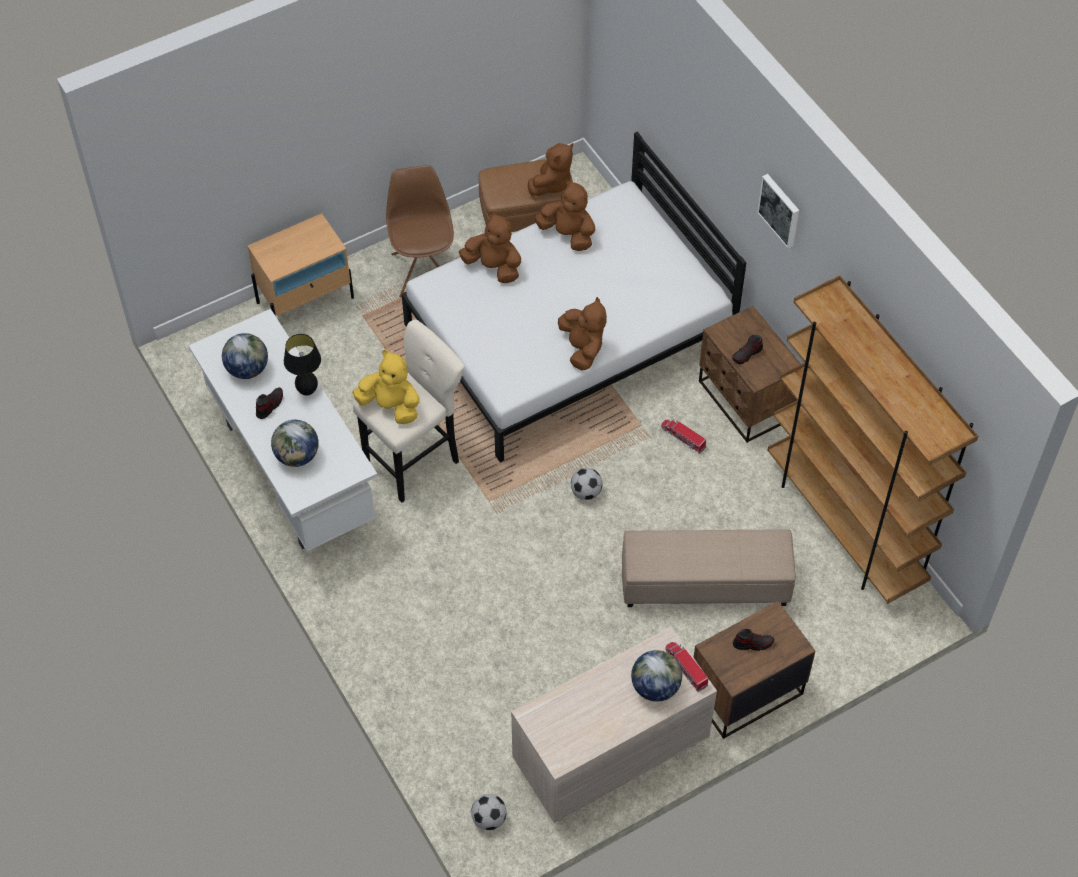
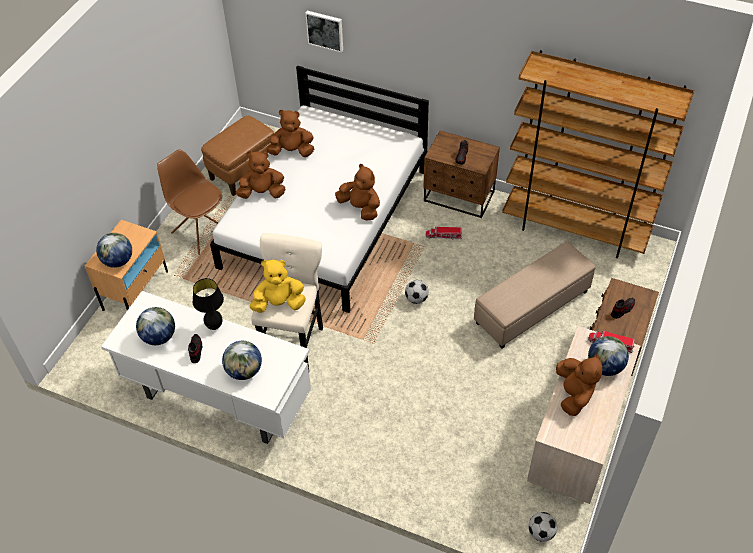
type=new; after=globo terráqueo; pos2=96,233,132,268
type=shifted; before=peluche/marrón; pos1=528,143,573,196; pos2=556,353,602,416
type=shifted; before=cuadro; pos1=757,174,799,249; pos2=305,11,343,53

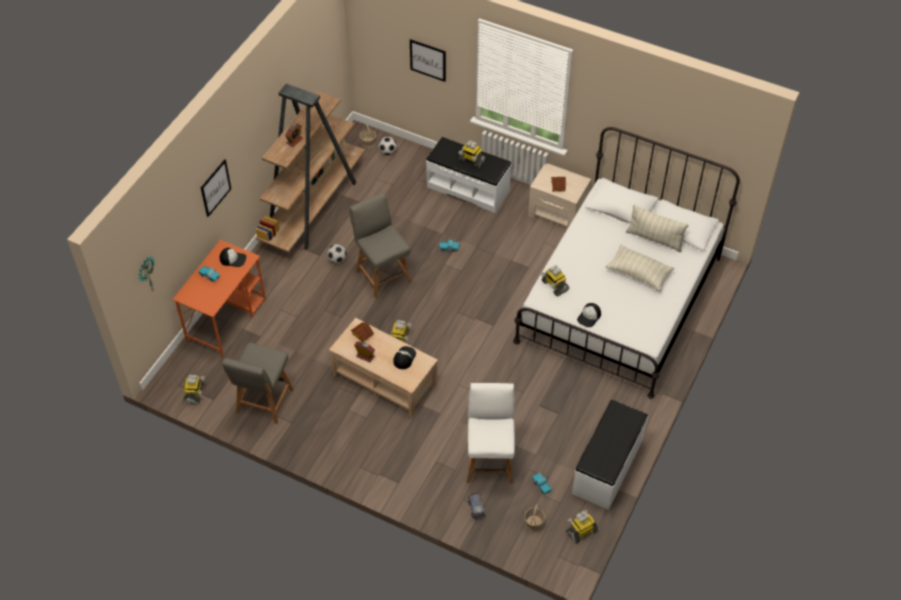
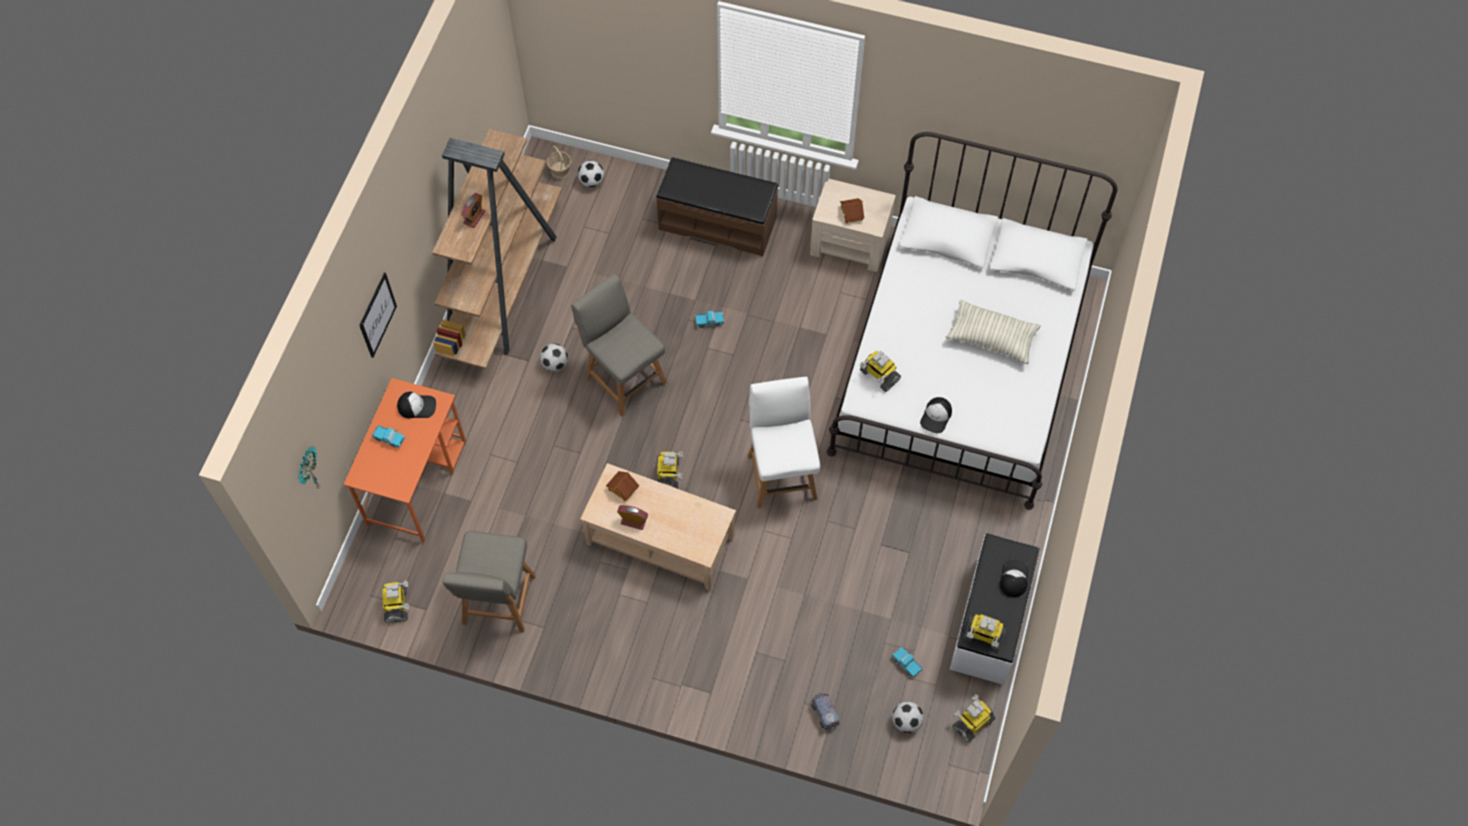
type=gone; before=cuadro; pos1=410,39,446,82
type=gone; before=cojín; pos1=626,205,689,252
type=shifted; before=gorra; pos1=393,346,416,369; pos2=1000,559,1029,597
type=shifted; before=robot de juguete; pos1=459,140,486,168; pos2=963,614,1006,651
type=shifted; before=silla/blanco; pos1=467,383,515,484; pos2=748,377,820,509
type=swapped; before=cesta; after=balón de fútbol; pos1=524,503,545,531; pos2=892,701,924,733
type=repainted; before=banco/blanco; after=banco/marrón; pos1=426,137,511,213; pos2=656,157,778,256

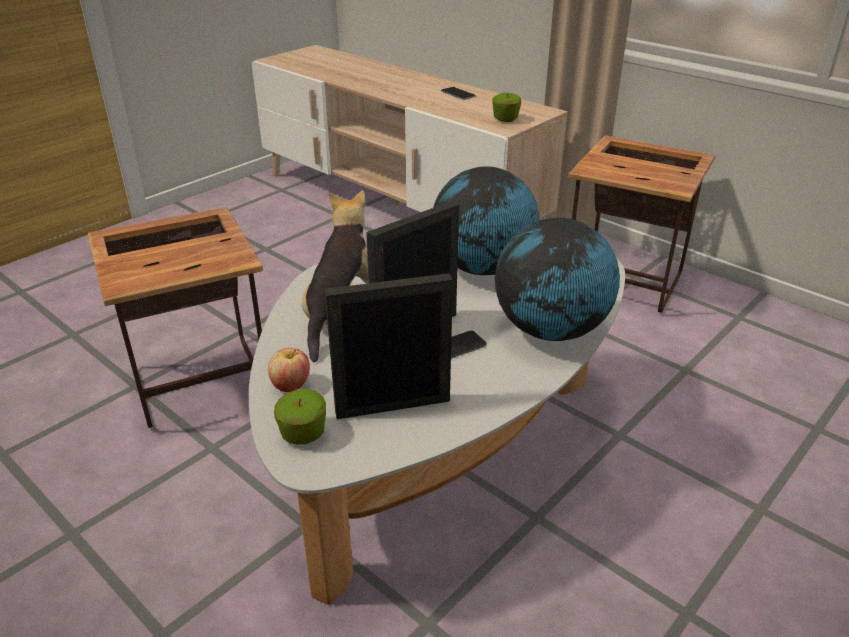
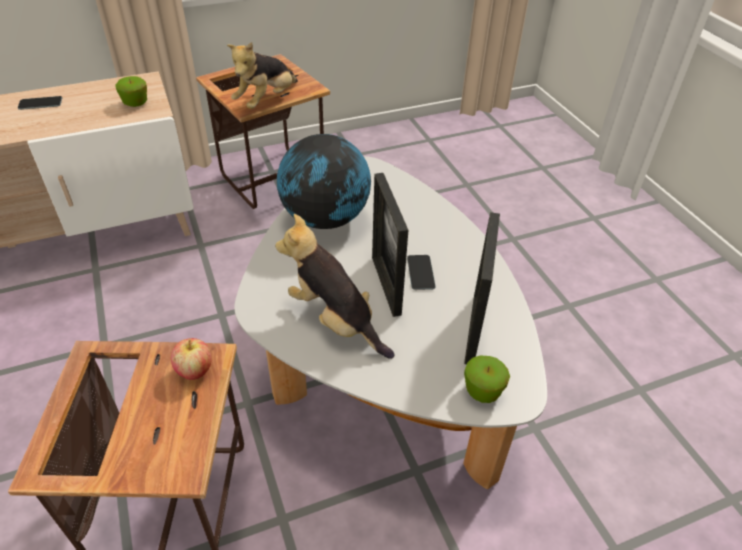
type=gone; before=globo terráqueo; pos1=495,218,620,341
type=new; after=peluche; pos2=227,42,298,109
type=shifted; before=manzana; pos1=268,348,310,392; pos2=171,338,212,380

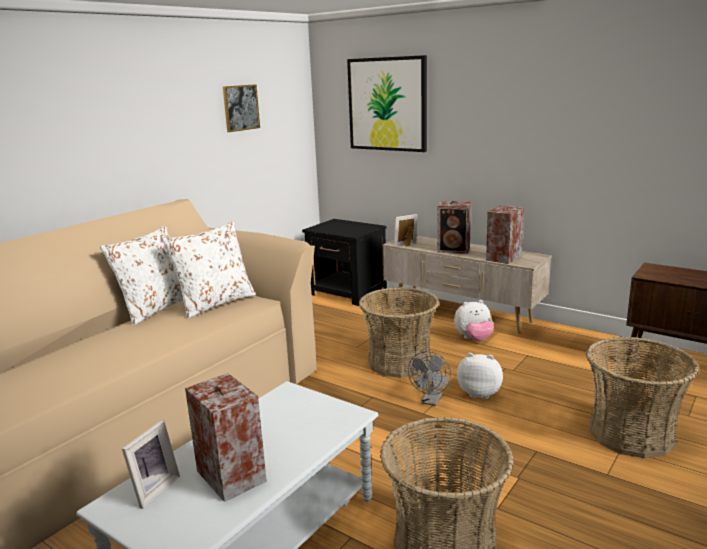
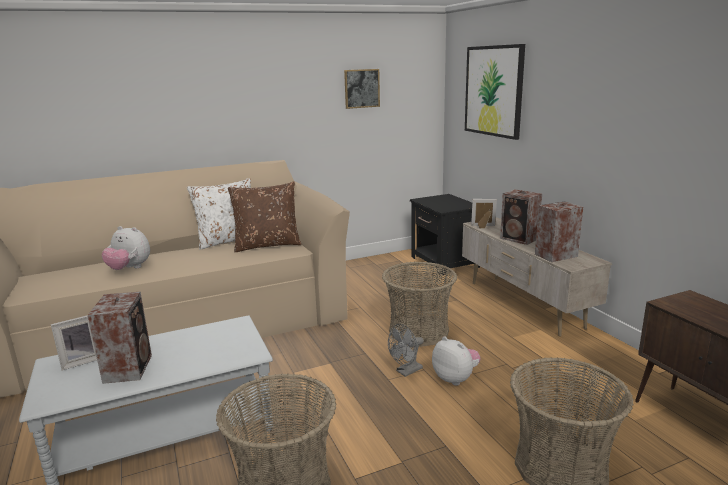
type=shifted; before=peluche; pos1=454,300,494,341; pos2=102,226,150,270
type=repainted; before=cojín/blanco; after=cojín/marrón; pos1=162,221,256,319; pos2=228,181,302,252

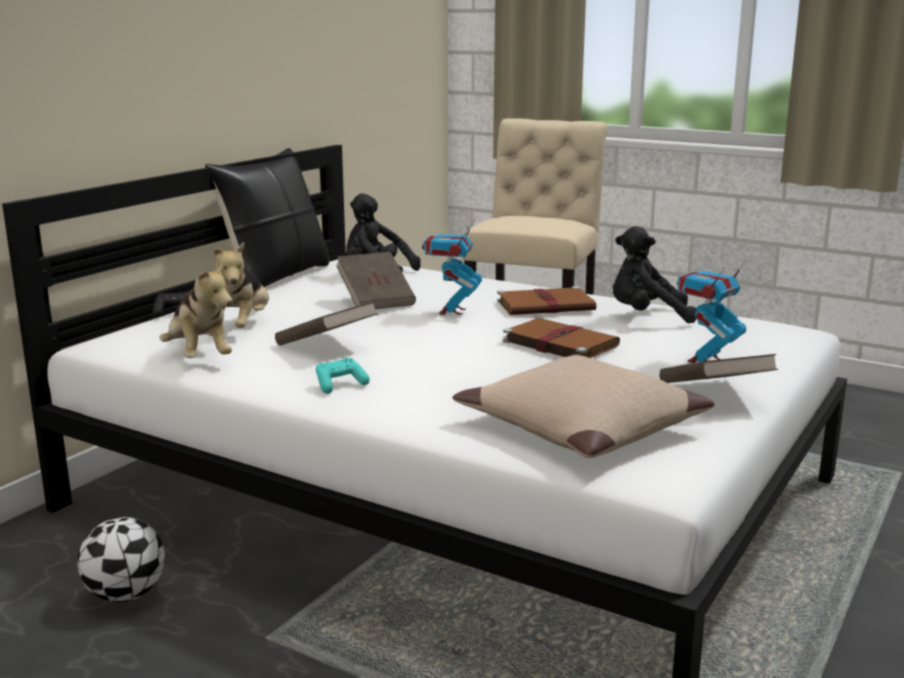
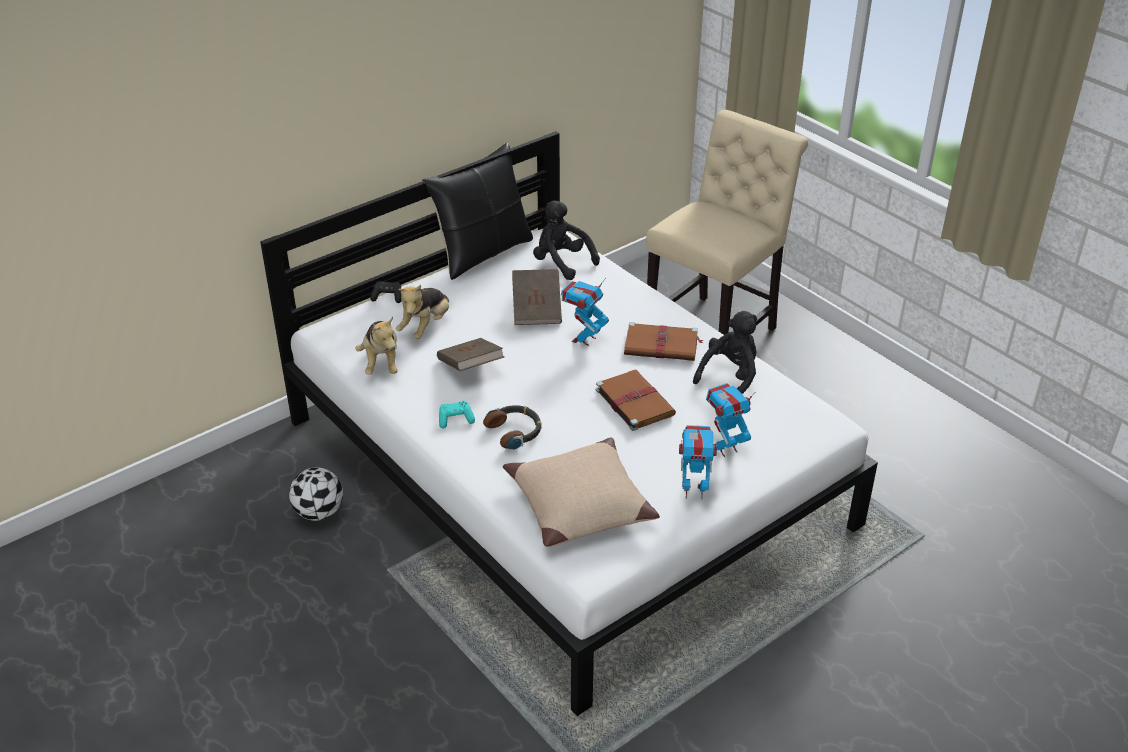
type=new; after=auriculares; pos2=483,405,542,450
type=swapped; before=libro/marrón; after=robot de juguete; pos1=659,354,778,383; pos2=679,425,717,500
type=rotated; before=peluche/negro; pos1=613,226,697,323; pos2=693,311,757,394; turn=105

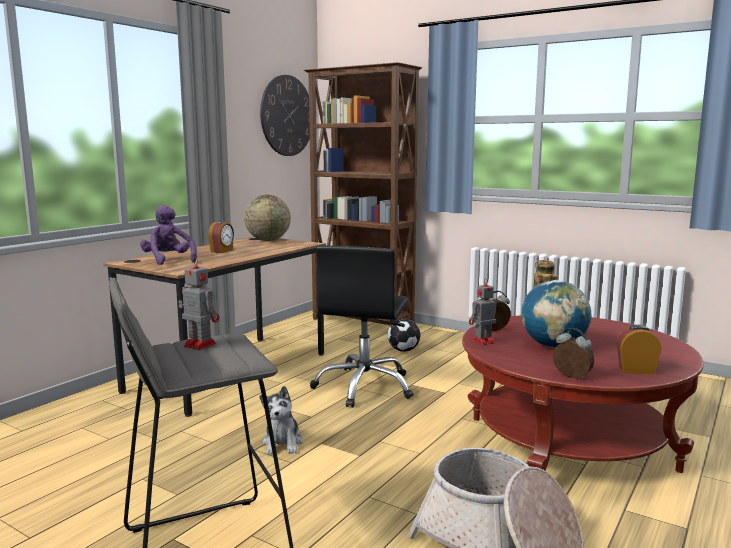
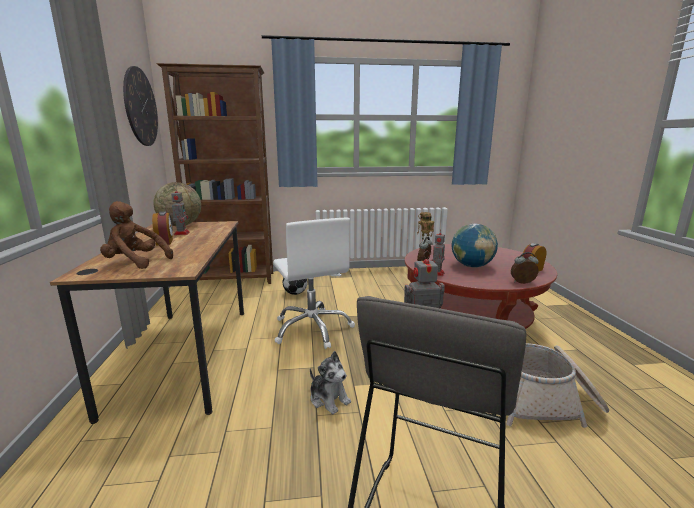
type=new; after=robot de juguete; pos2=171,188,190,235
type=repainted; before=peluche/morado; after=peluche/marrón; pos1=140,205,197,265; pos2=100,201,173,269
type=repainted; before=silla de oficina/negro; after=silla de oficina/blanco; pos1=310,246,414,408; pos2=273,218,355,349

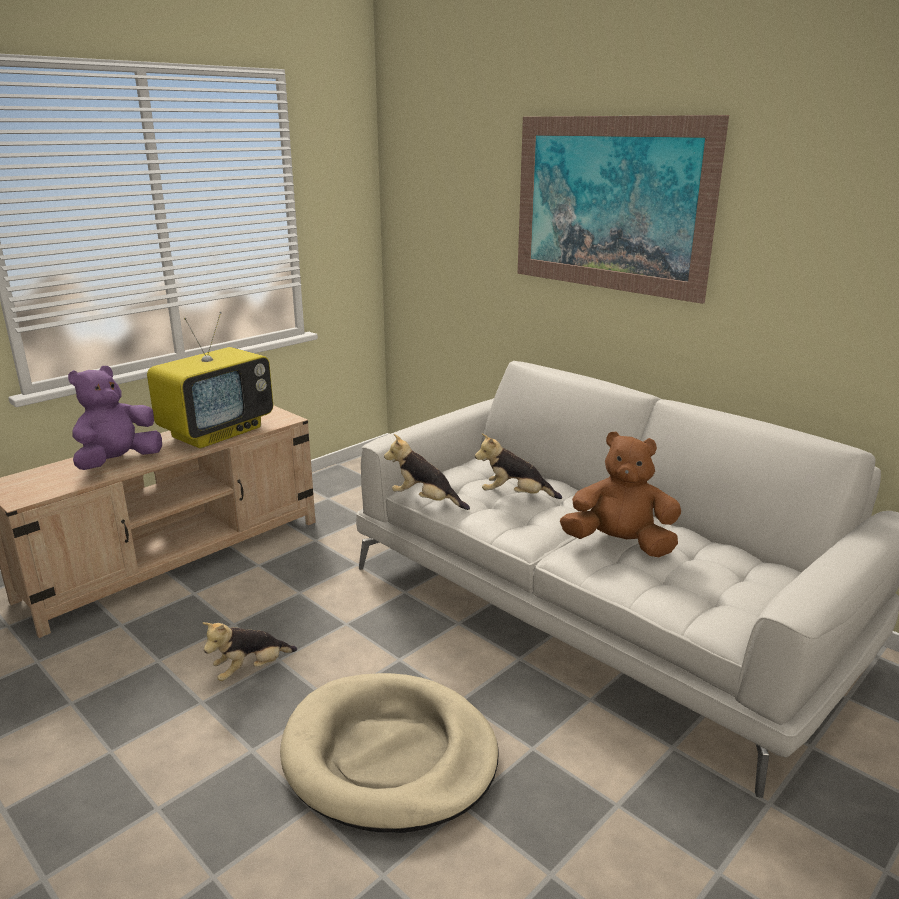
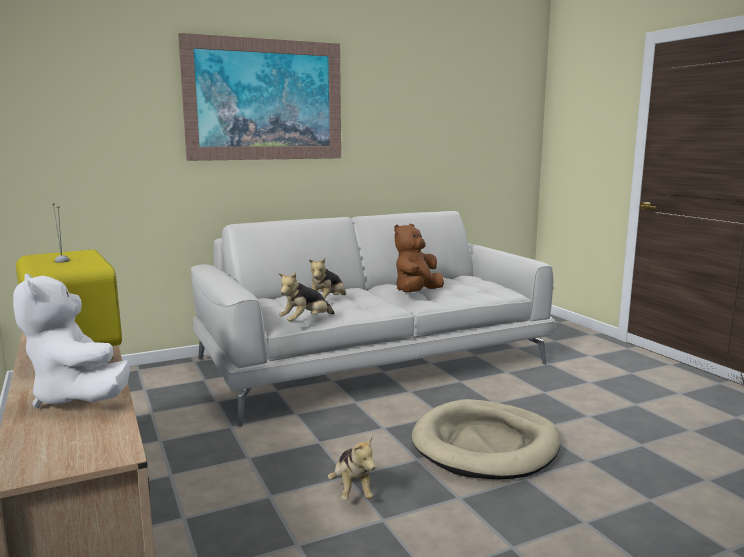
type=repainted; before=peluche/morado; after=peluche/blanco; pos1=68,366,162,470; pos2=13,273,130,409

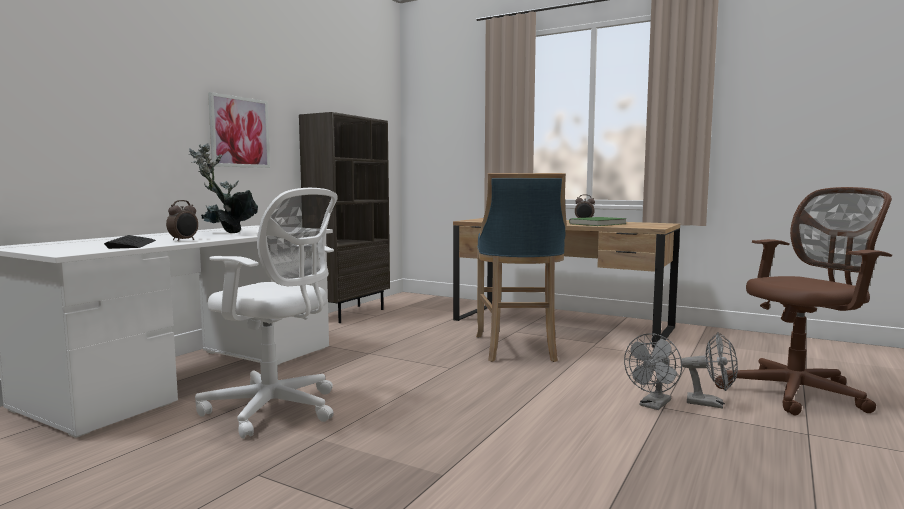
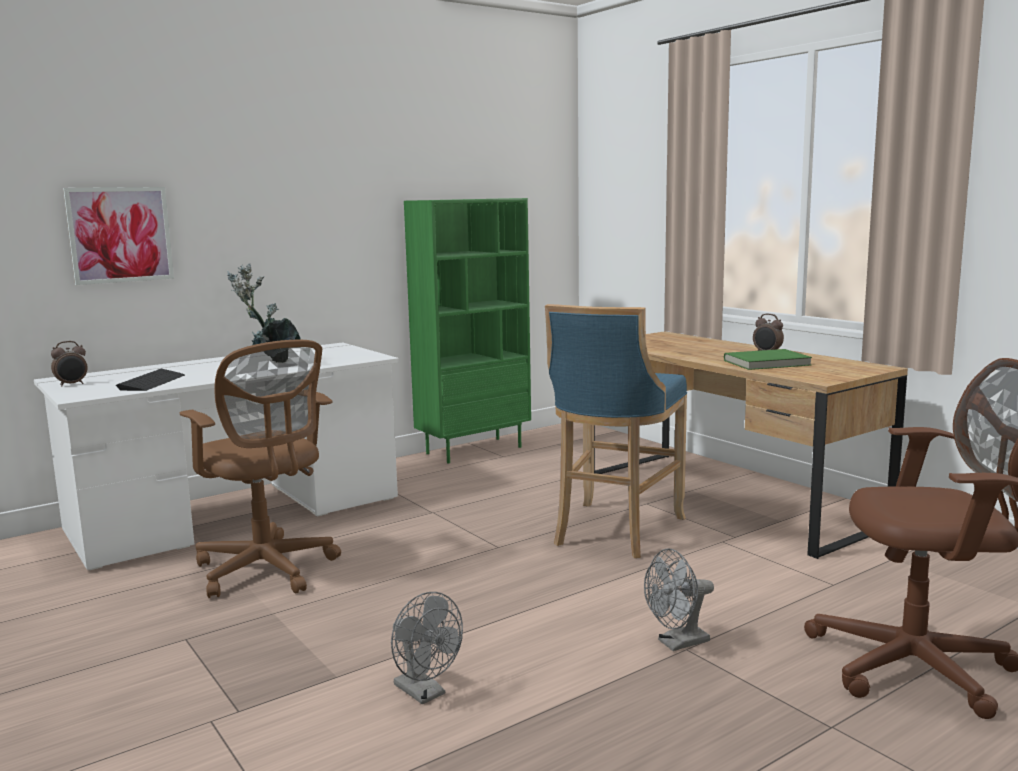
type=shifted; before=despertador; pos1=166,200,198,241; pos2=51,341,88,387
type=shifted; before=cuadro; pos1=208,92,270,168; pos2=63,187,174,285
type=shifted; before=ventilador/gris; pos1=680,332,738,408; pos2=391,592,463,704
type=repainted; before=silla de oficina/blanco; after=silla de oficina/marrón; pos1=195,188,338,439; pos2=179,340,341,598
type=repainted; before=estantería/marrón; after=estantería/verde; pos1=299,112,390,323; pos2=404,198,531,463

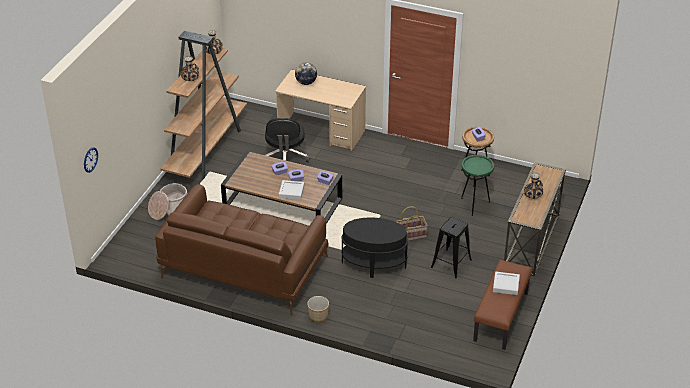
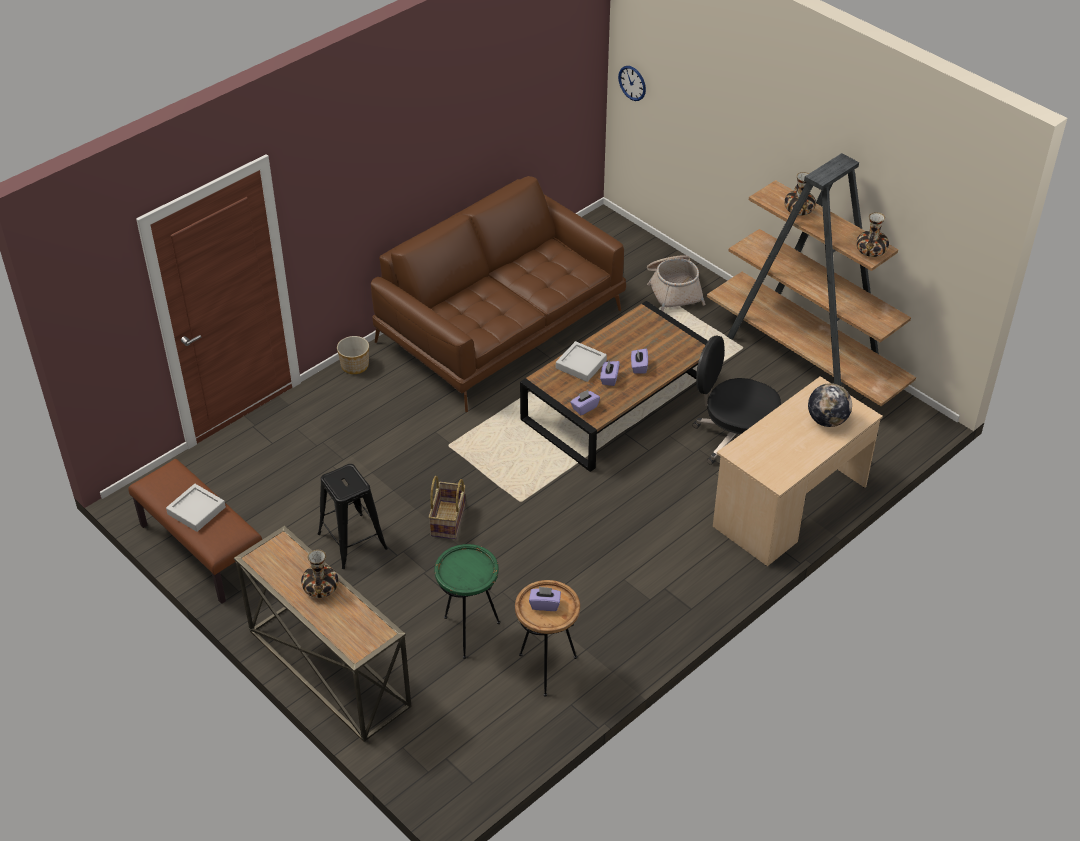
type=gone; before=mesa auxiliar/negro; pos1=341,217,408,278

